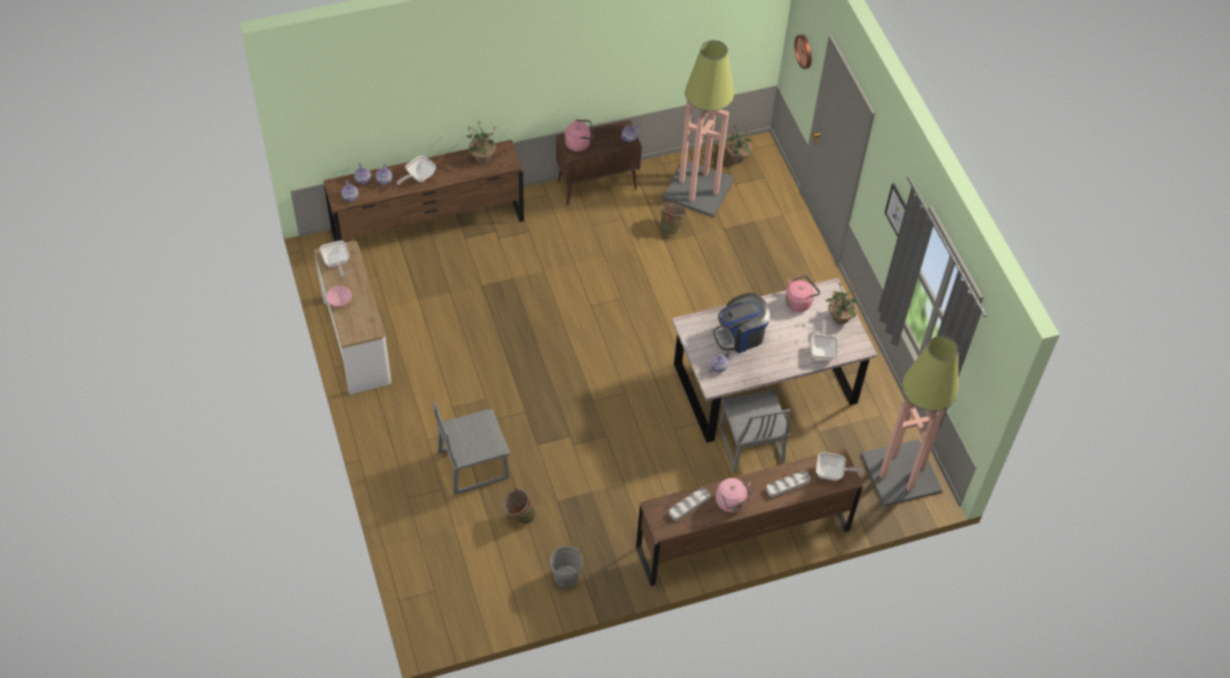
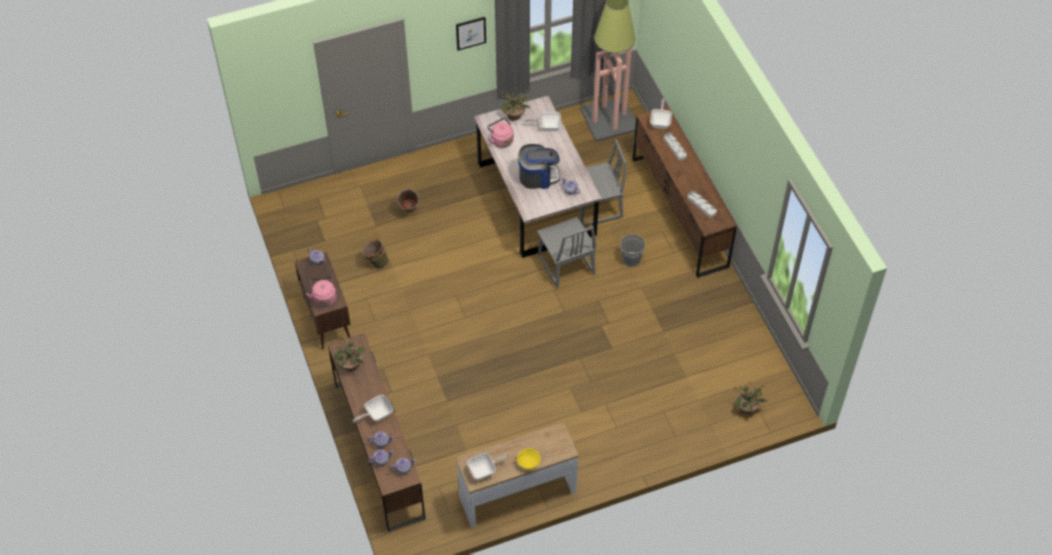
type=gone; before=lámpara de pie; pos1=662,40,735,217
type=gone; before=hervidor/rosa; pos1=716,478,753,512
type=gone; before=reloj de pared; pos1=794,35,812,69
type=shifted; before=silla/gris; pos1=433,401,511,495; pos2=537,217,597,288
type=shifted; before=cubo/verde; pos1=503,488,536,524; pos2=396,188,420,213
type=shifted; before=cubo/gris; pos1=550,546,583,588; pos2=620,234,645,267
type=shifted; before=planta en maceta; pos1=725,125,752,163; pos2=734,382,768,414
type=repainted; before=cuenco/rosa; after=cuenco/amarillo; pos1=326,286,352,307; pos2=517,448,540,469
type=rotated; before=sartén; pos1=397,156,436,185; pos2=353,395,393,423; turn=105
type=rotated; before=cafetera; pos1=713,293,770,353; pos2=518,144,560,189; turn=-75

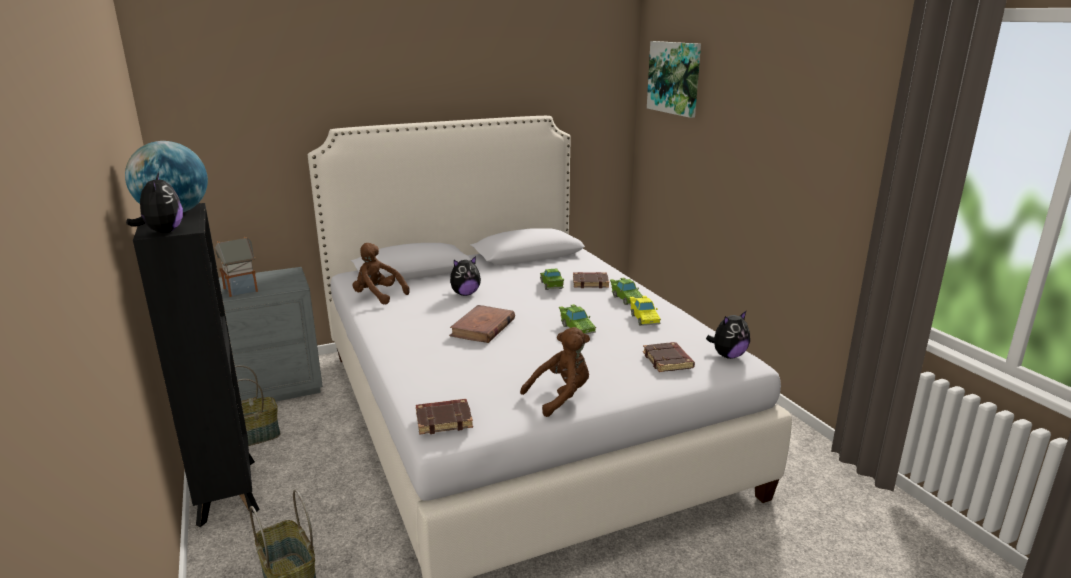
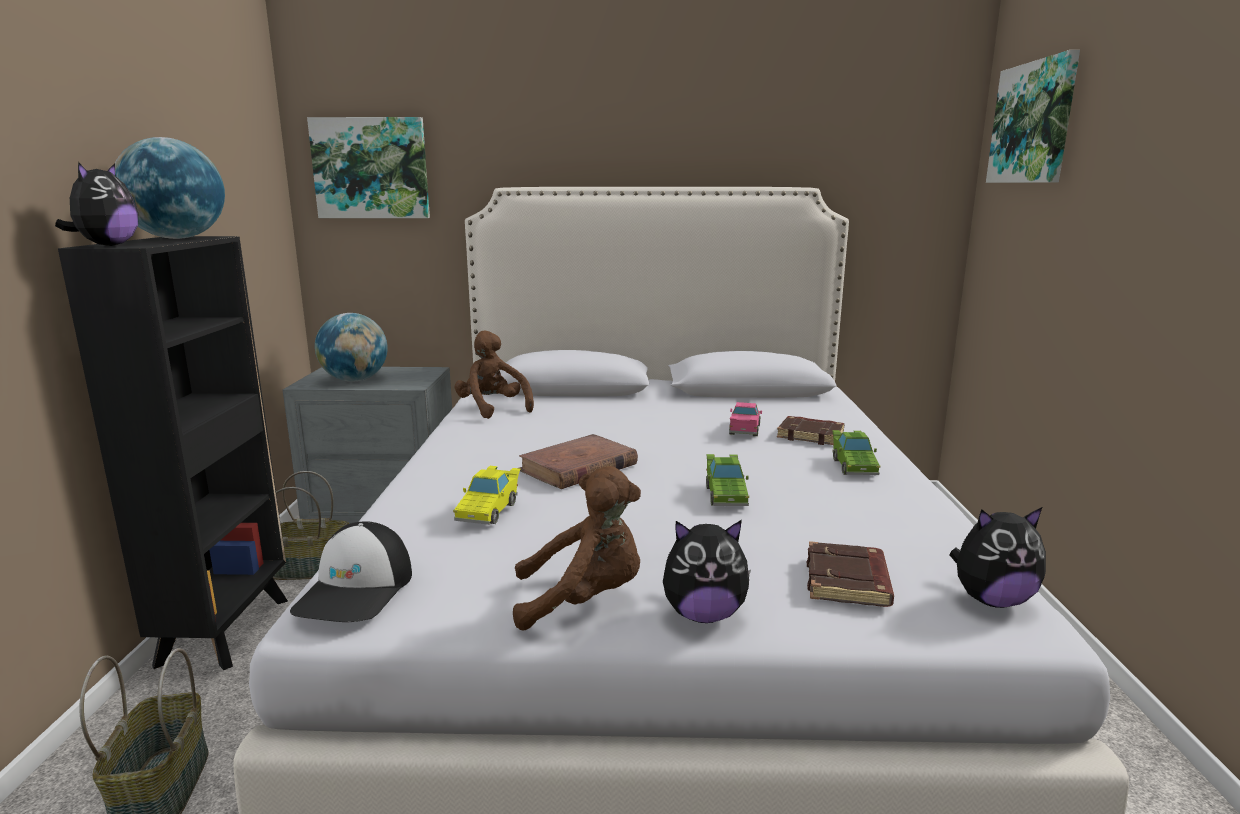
type=new; after=cuadro; pos2=307,117,430,218
type=shifted; before=peluche; pos1=450,256,481,296; pos2=663,520,751,623
type=shifted; before=coche de juguete/amarillo; pos1=630,296,661,326; pos2=453,466,520,525
type=swapped; before=casita; after=globo terráqueo; pos1=215,237,258,297; pos2=315,313,388,382
type=swapped; before=libro/marrón; after=gorra; pos1=416,399,473,435; pos2=290,521,412,622
type=repainted; before=coche de juguete/verde; after=coche de juguete/rosa; pos1=540,269,564,290; pos2=729,402,762,436

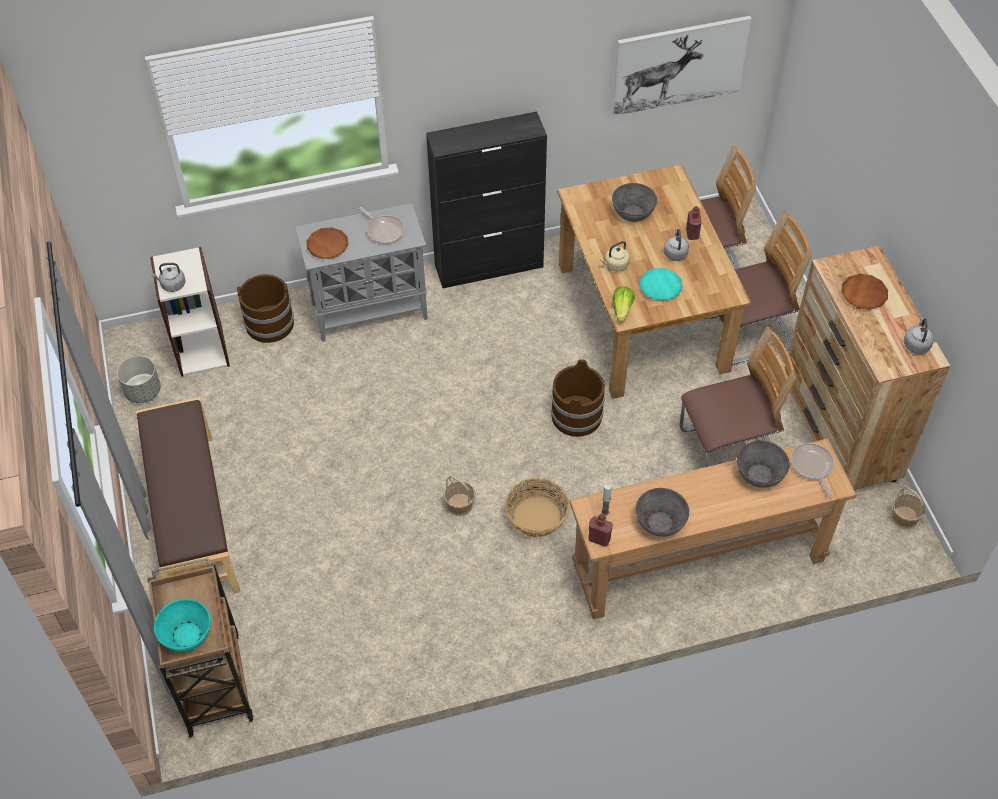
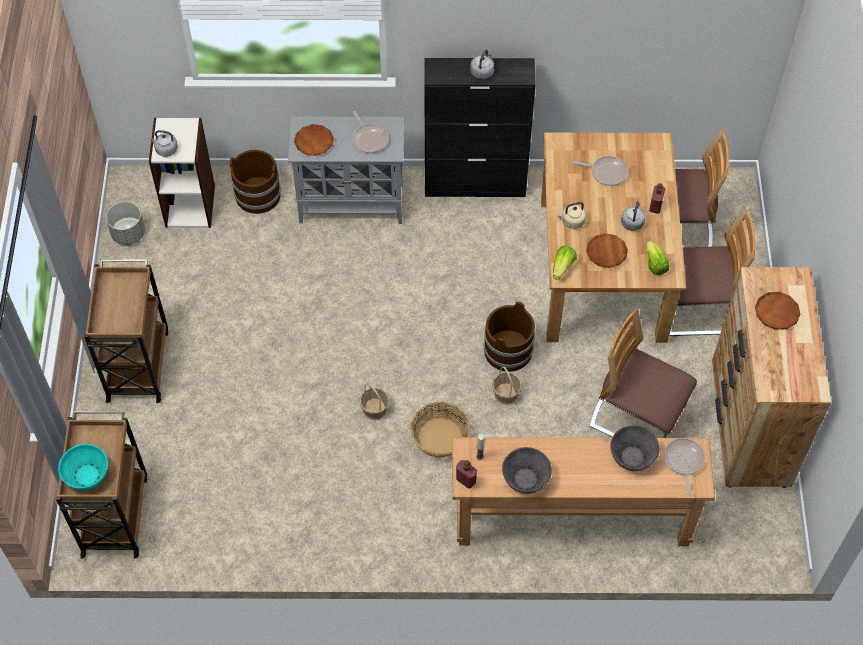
type=gone; before=cuadro; pos1=612,16,752,116
type=new; after=lechuga; pos2=646,241,669,275
type=shifted; before=cesta; pos1=891,487,926,529; pos2=492,366,522,405
type=shifted; before=hervidor/gris; pos1=904,317,934,354; pos2=470,49,494,79
type=swapped; before=banco/marrón; after=carrito/marrón; pos1=136,397,240,594; pos2=84,259,168,403
type=swapped; before=cuenco/gris; after=sartén; pos1=612,183,657,222; pos2=573,156,628,186
type=repainted; before=plato/turquesa; after=plato/marrón; pos1=639,268,683,301; pos2=586,233,628,268
type=rotated; before=silla; pos1=680,326,796,467; pos2=589,308,697,438; turn=-150

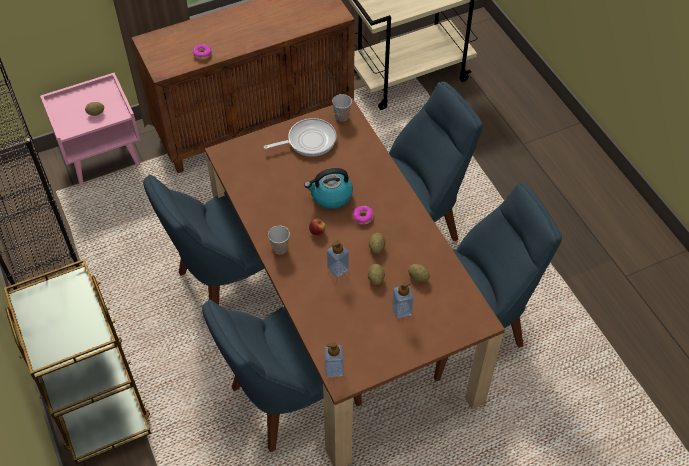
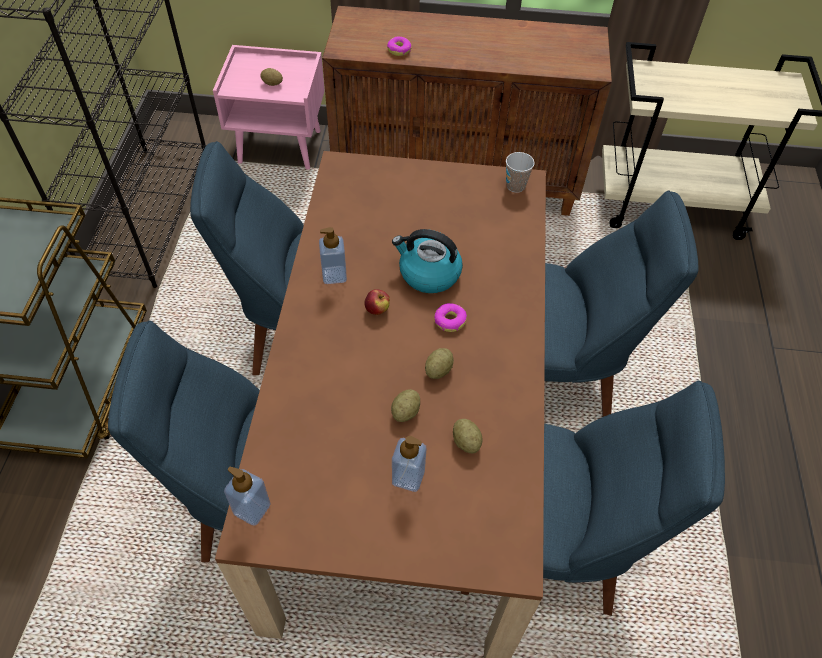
type=gone; before=sartén; pos1=264,118,336,157
type=gone; before=taza; pos1=268,225,290,255
type=shifted; before=dispensador de jabón; pos1=327,240,349,277; pos2=319,227,347,284

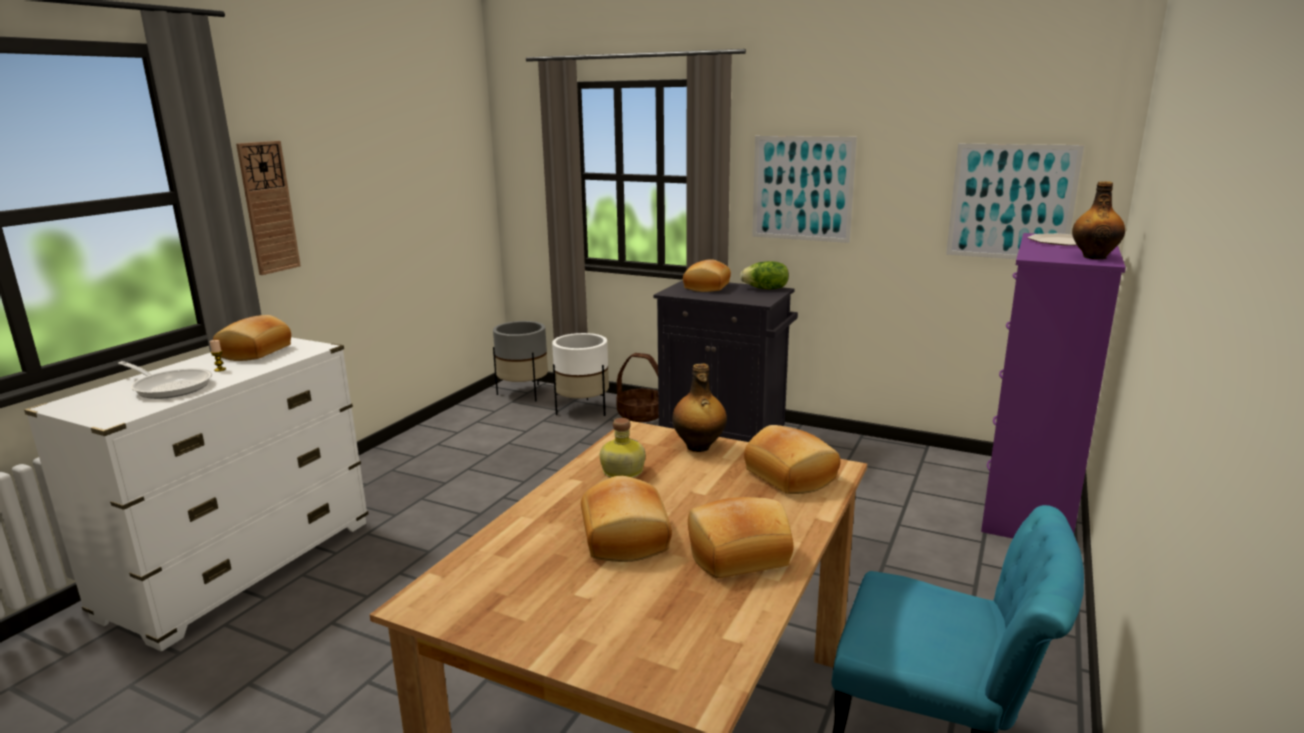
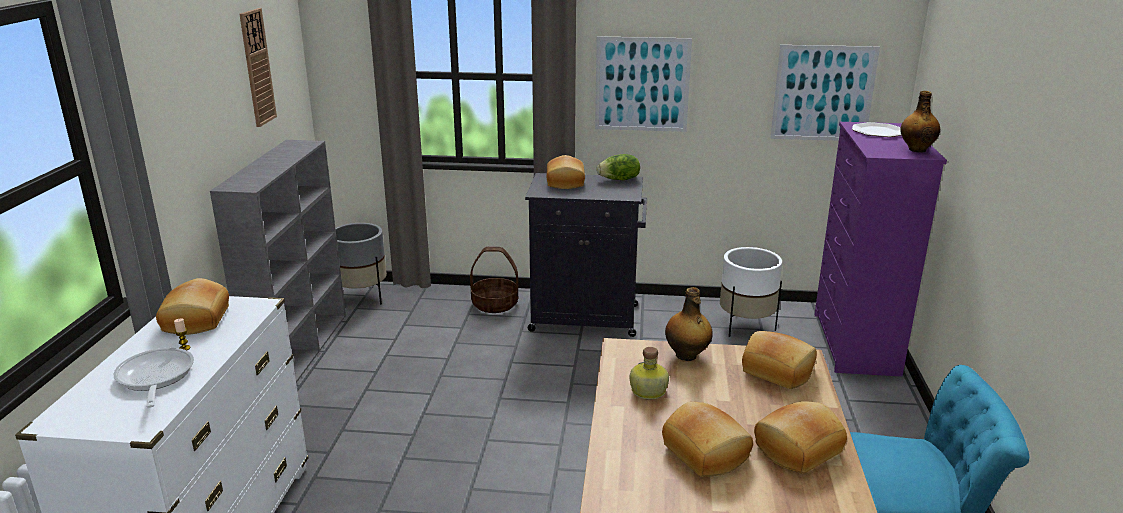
type=new; after=estantería/gris; pos2=210,140,346,383
type=shifted; before=reloj de pared; pos1=236,141,301,275; pos2=239,8,277,127
type=shifted; before=maceta/blanco; pos1=552,333,609,416; pos2=720,247,782,337
type=rotated; before=sartén; pos1=118,361,212,399; pos2=114,348,194,408; turn=-120

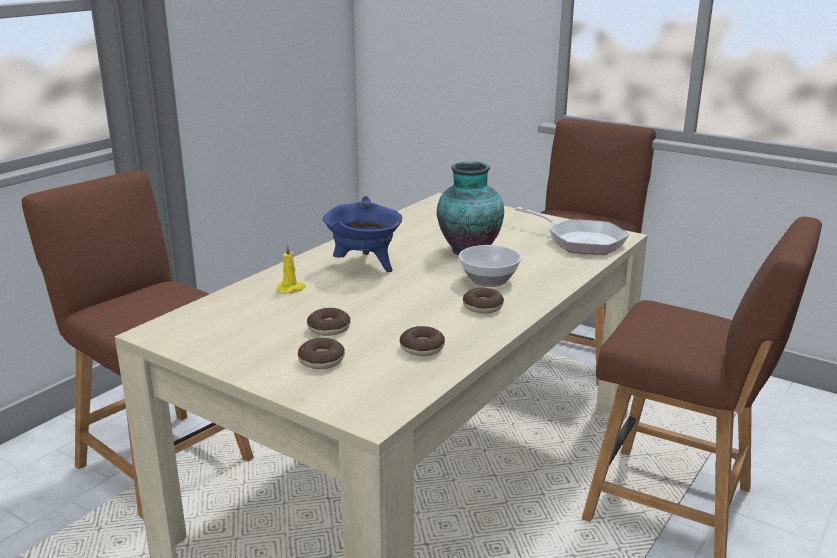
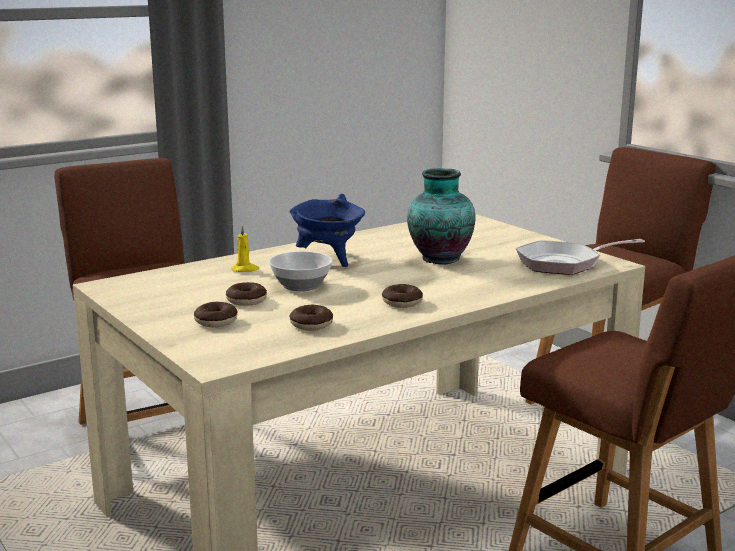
type=shifted; before=cuenco; pos1=459,245,522,287; pos2=269,251,333,291
type=rotated; before=sartén; pos1=515,207,629,255; pos2=516,239,645,275; turn=105

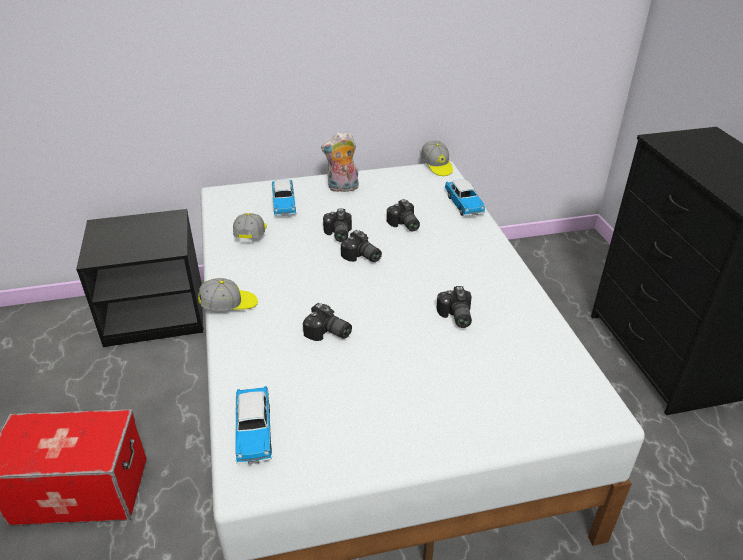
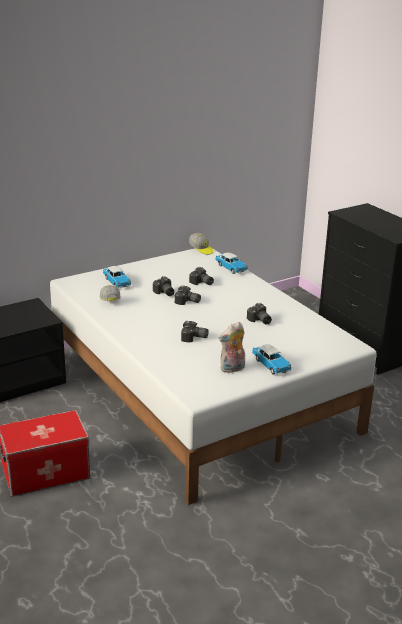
type=gone; before=gorra; pos1=198,278,258,311
type=shifted; before=coche de juguete; pos1=235,386,272,464; pos2=252,344,292,374
type=shifted; before=peluche; pos1=321,131,359,192; pos2=219,322,245,373

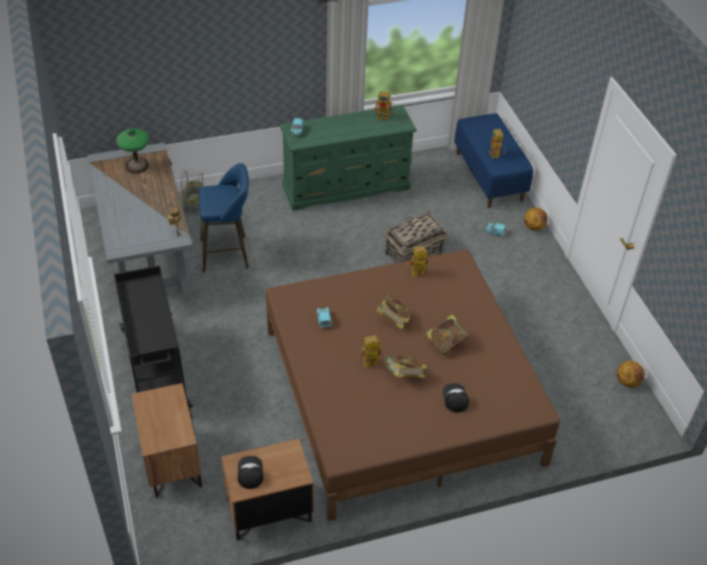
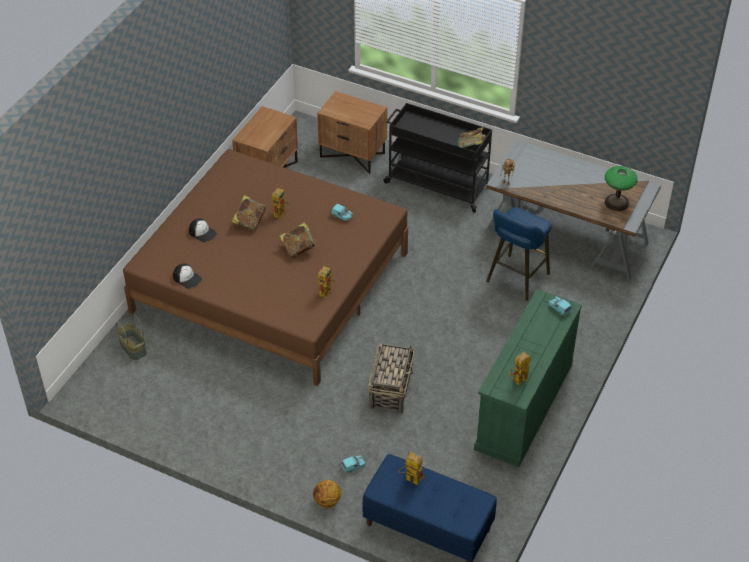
type=gone; before=balón de baloncesto; pos1=617,361,645,388
type=shifted; before=cesta; pos1=181,170,204,213; pos2=116,314,146,360
type=shifted; before=gorra; pos1=238,456,264,489; pos2=173,264,202,289
type=shifted; before=libro; pos1=426,314,469,356; pos2=458,127,486,148

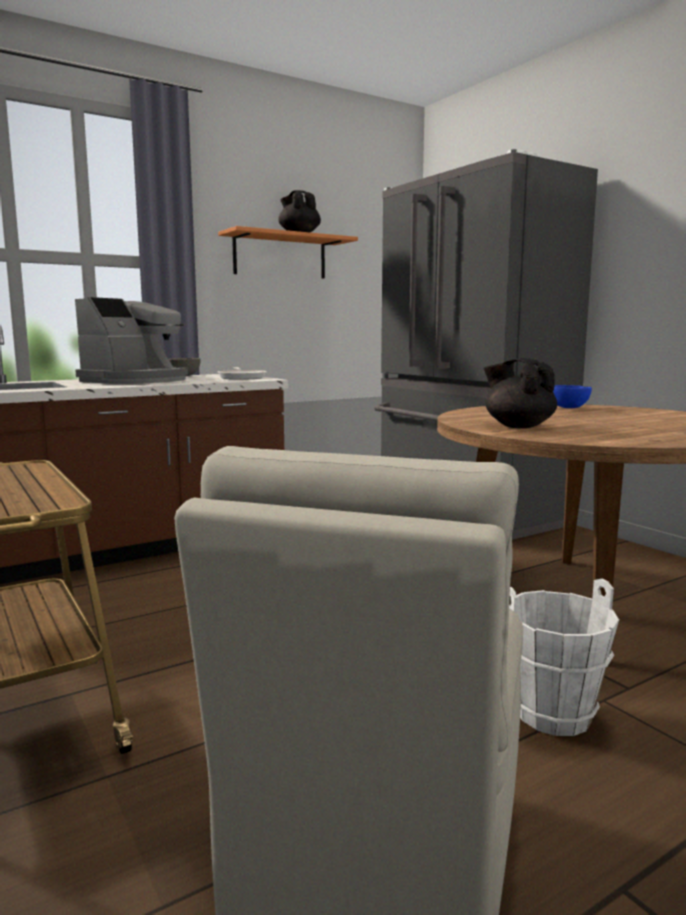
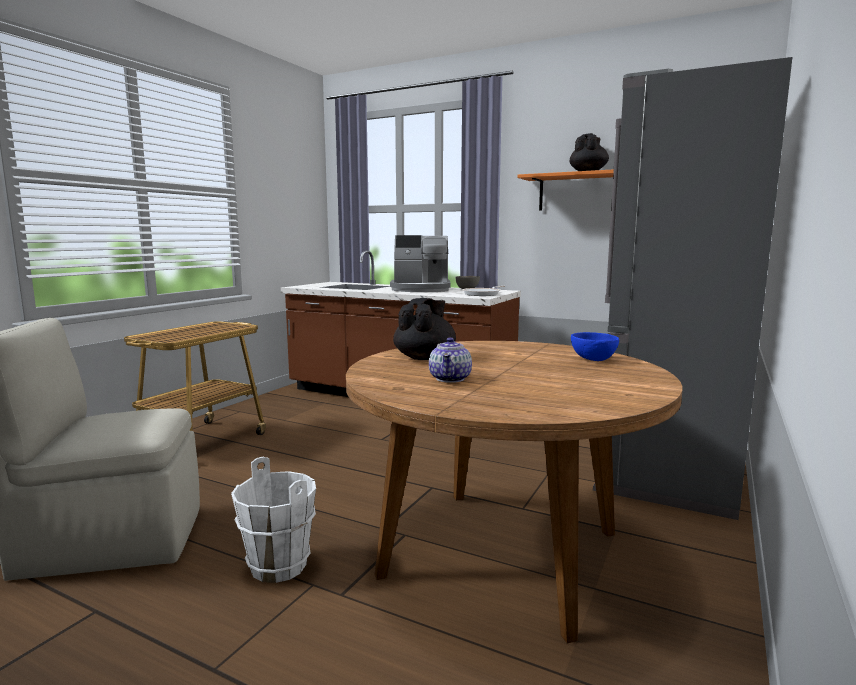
type=new; after=tetera; pos2=429,337,472,383

